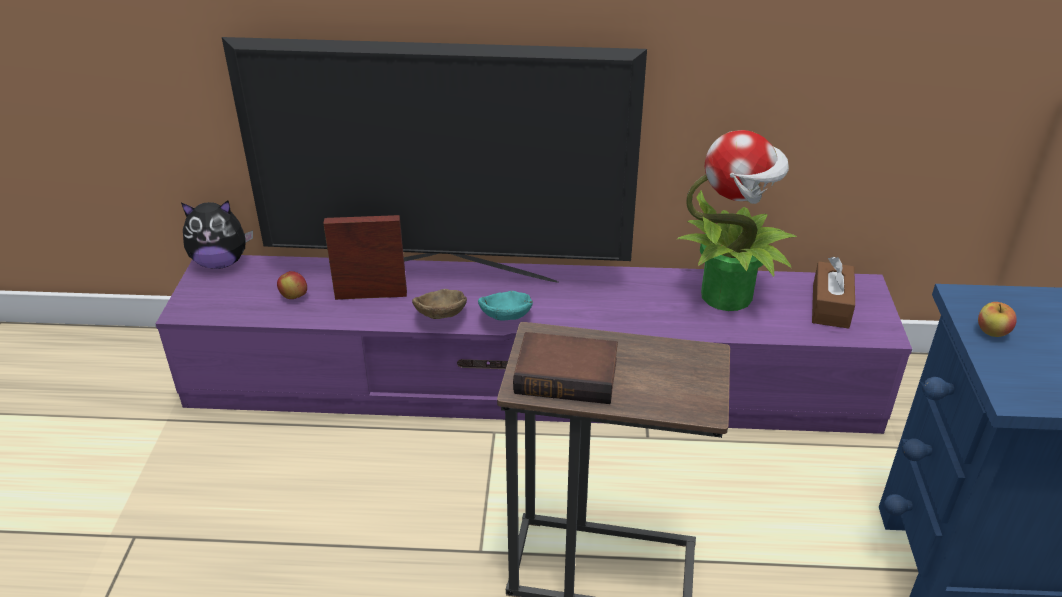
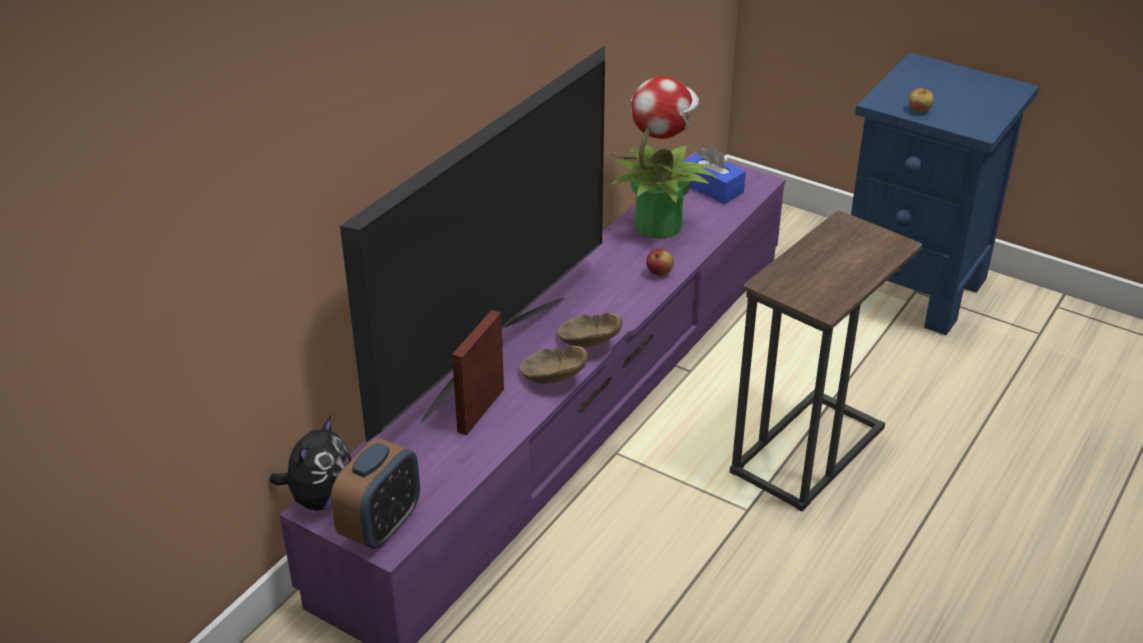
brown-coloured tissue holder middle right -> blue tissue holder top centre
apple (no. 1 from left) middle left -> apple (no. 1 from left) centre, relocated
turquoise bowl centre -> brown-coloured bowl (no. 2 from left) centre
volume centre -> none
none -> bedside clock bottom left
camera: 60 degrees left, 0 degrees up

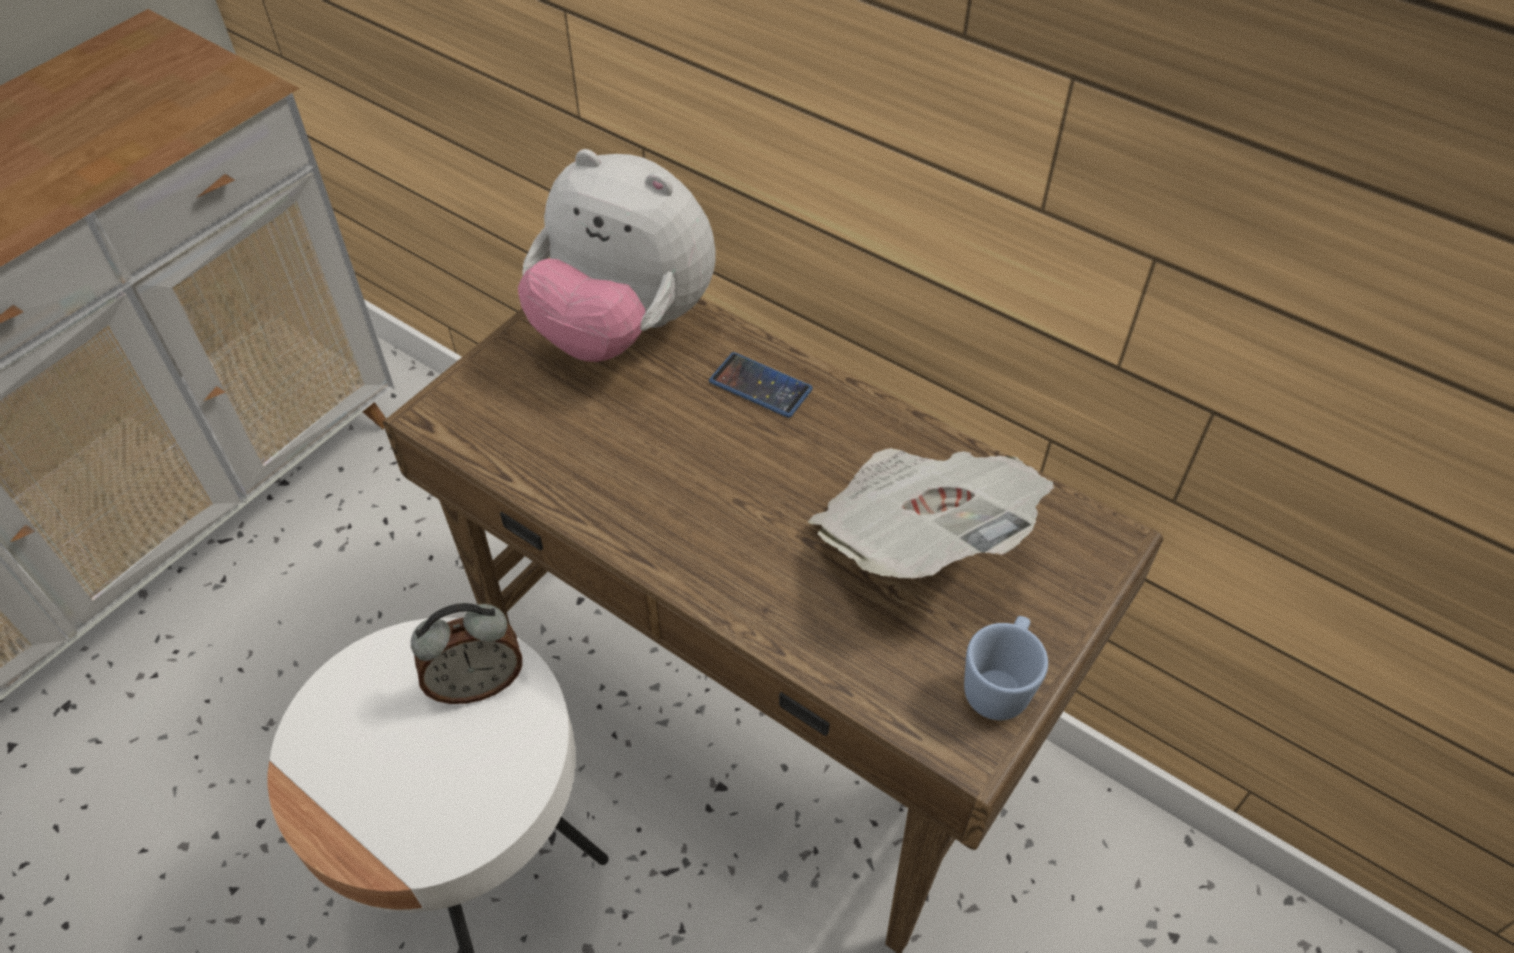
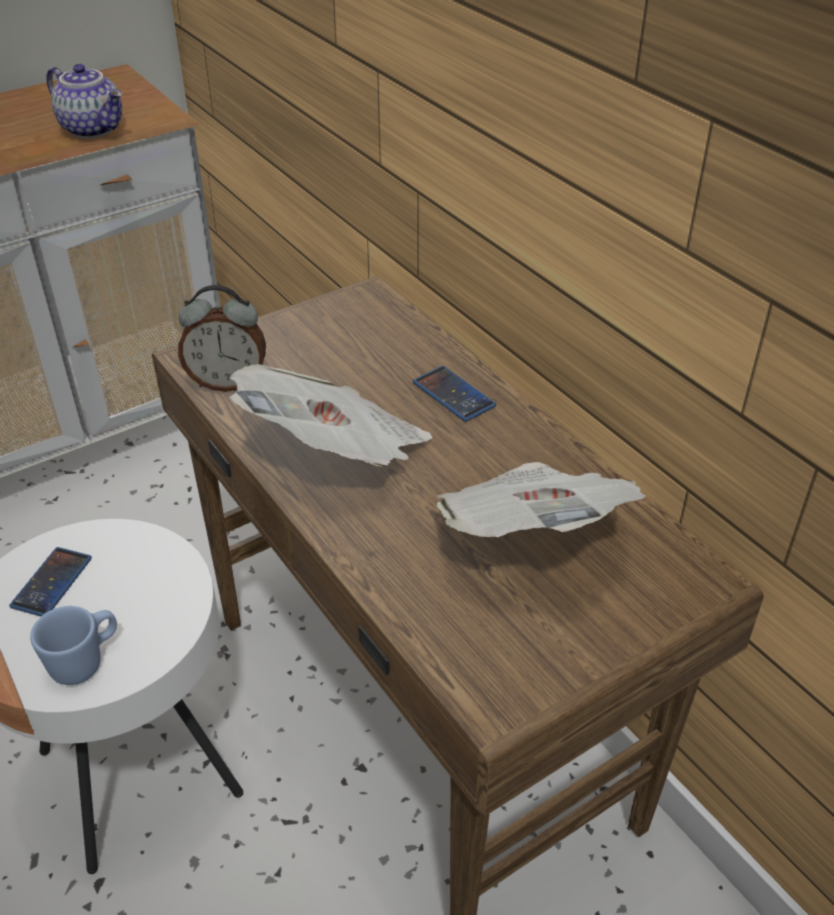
soft toy top centre -> none
bedside clock bottom left -> bedside clock middle left, relocated
blue tea mug bottom centre -> blue tea mug bottom left, relocated
none -> pot for tea top left
none -> newspaper (no. 1 from left) centre
none -> handset (no. 1 from left) middle left
camera: 20 degrees right, 10 degrees down

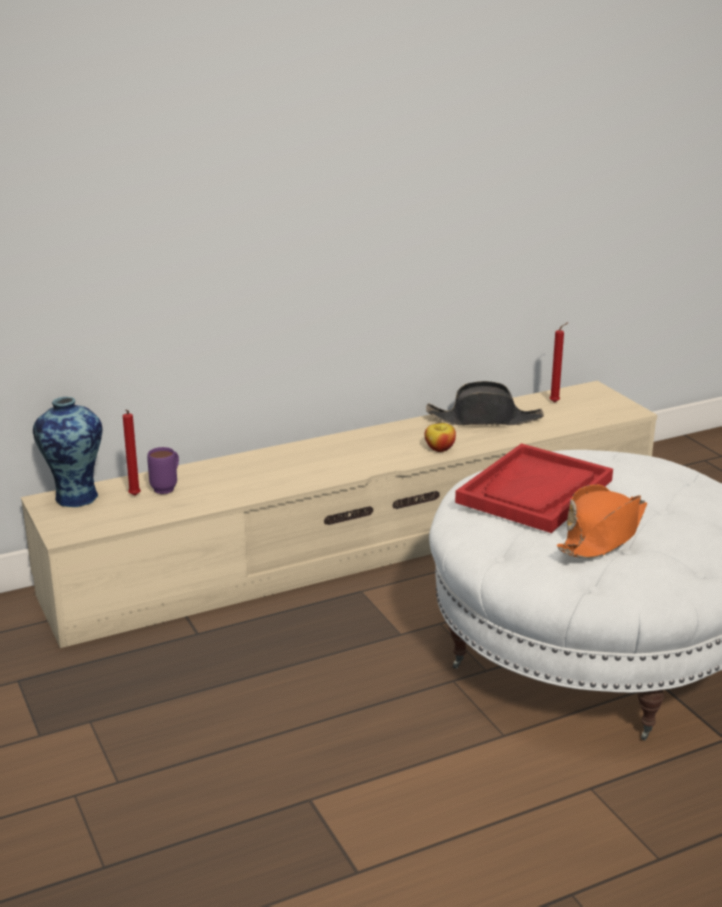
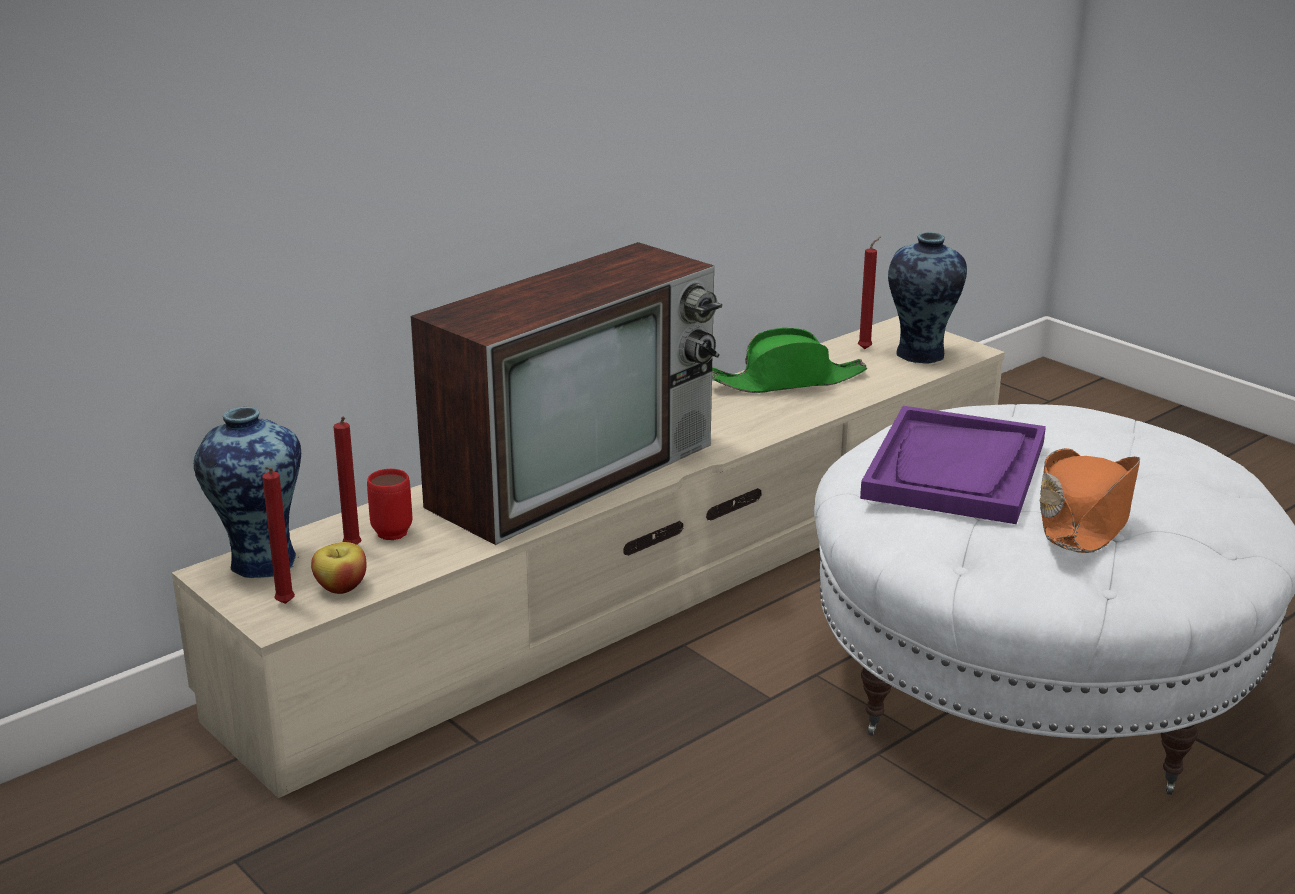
blackish hat middle right -> greenish hat centre
apple centre -> apple middle left, relocated
red carrying tray middle right -> purplish carrying tray middle right
purplish tea mug middle left -> red tea mug middle left
none -> vase (no. 2 from left) middle right
none -> television centre
none -> red candle (no. 1 from left) middle left
camera: 15 degrees left, 0 degrees up

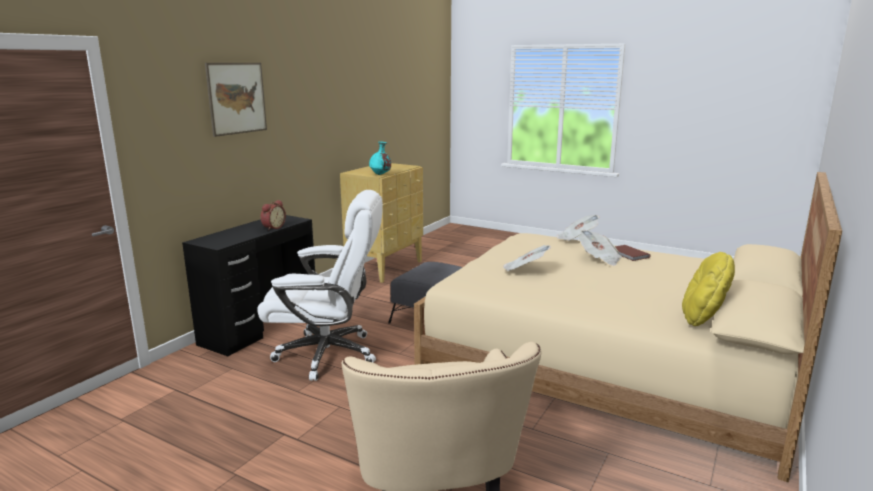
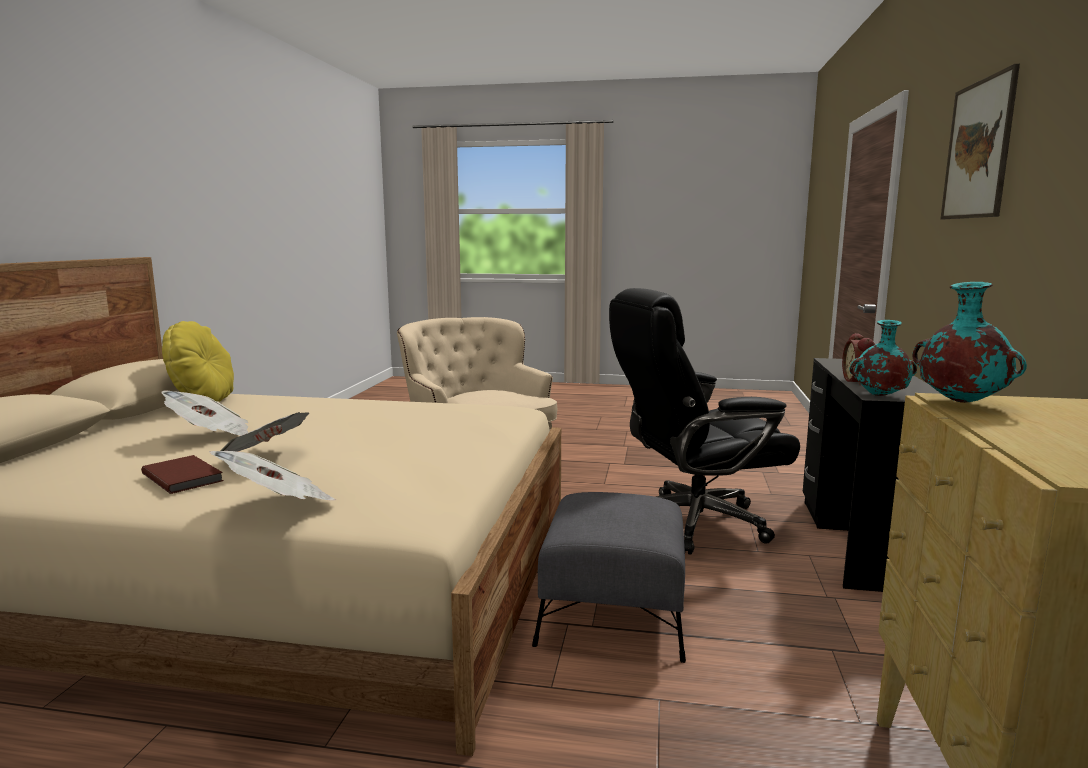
white office chair centre -> blackish office chair centre
newspaper (no. 1 from left) centre -> newspaper (no. 1 from left) middle left, relocated
none -> turquoise vase (no. 1 from left) middle right
camera: 160 degrees right, 5 degrees down

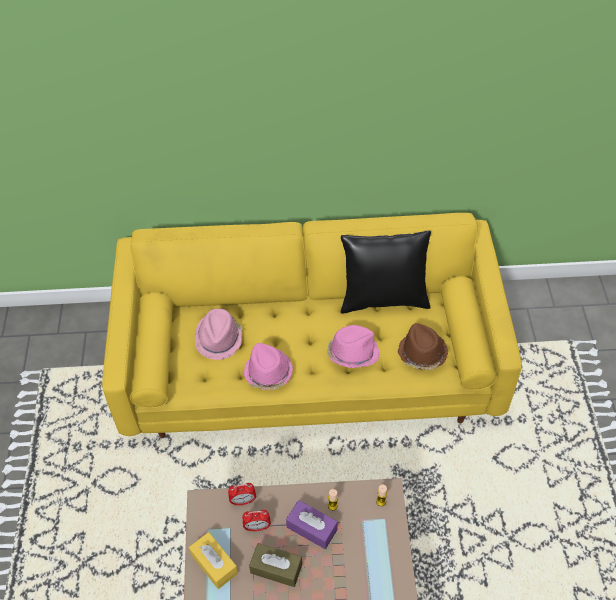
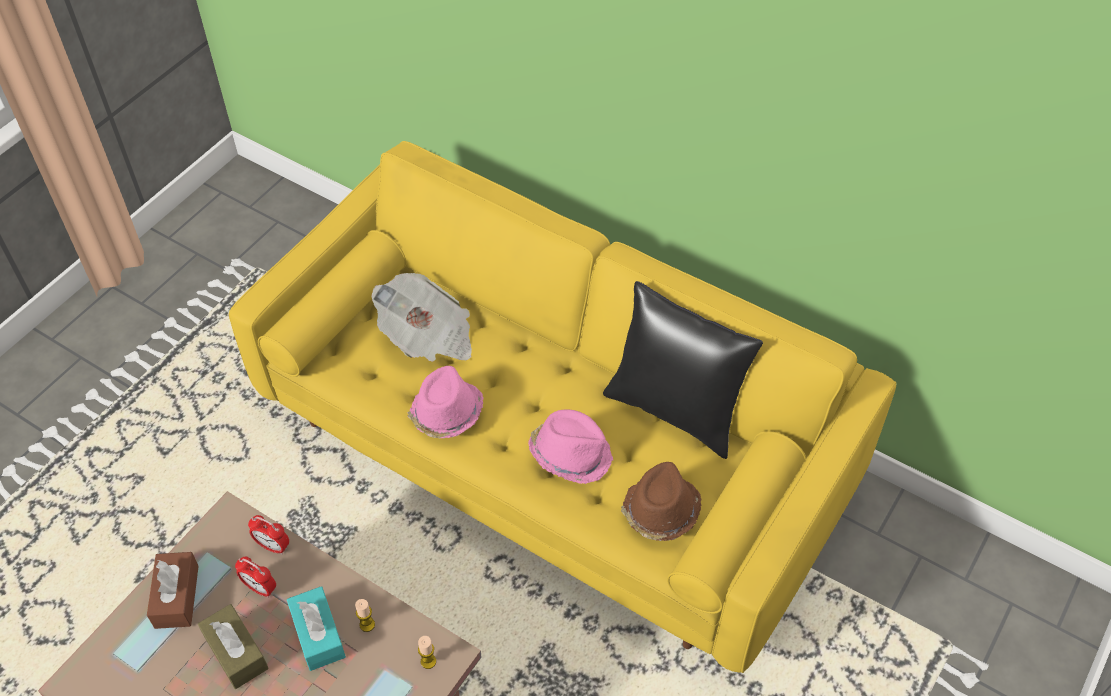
pink hat (no. 1 from left) centre -> newspaper centre
purplish tissue holder bottom centre -> turquoise tissue holder bottom left
yellow-coloured tissue holder bottom centre -> brown-coloured tissue holder (no. 1 from left) bottom left
camera: 35 degrees right, 0 degrees up

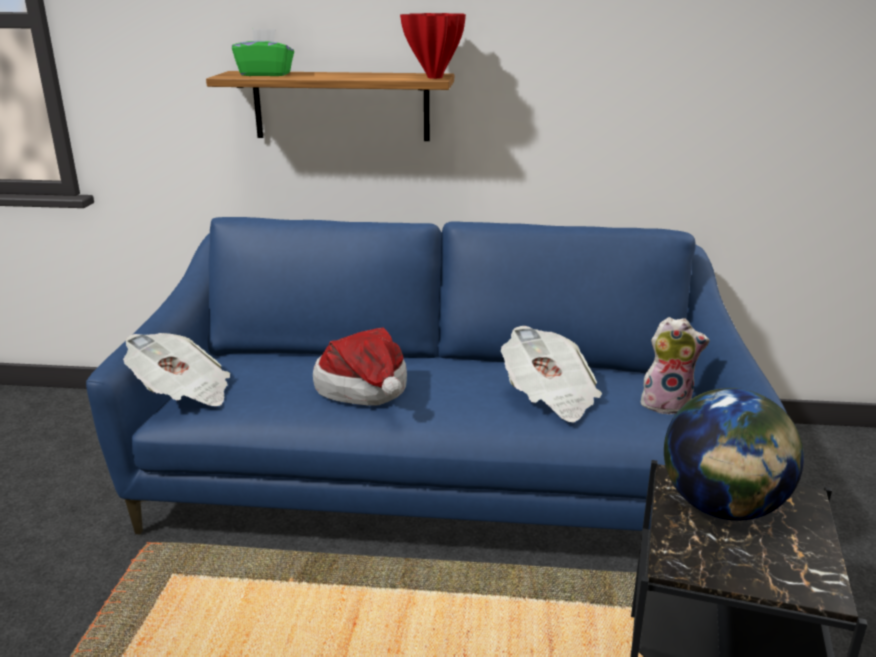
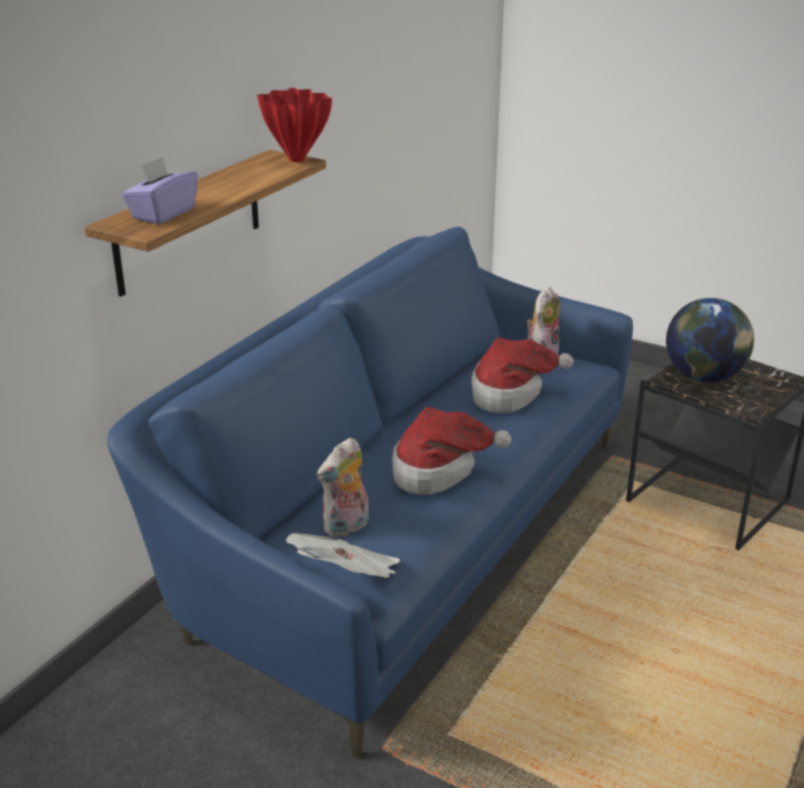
greenish tissue holder top left -> purplish tissue holder top left
newspaper (no. 2 from left) centre -> hat (no. 2 from left) centre
none -> soft toy (no. 1 from left) centre
camera: 65 degrees left, 5 degrees up

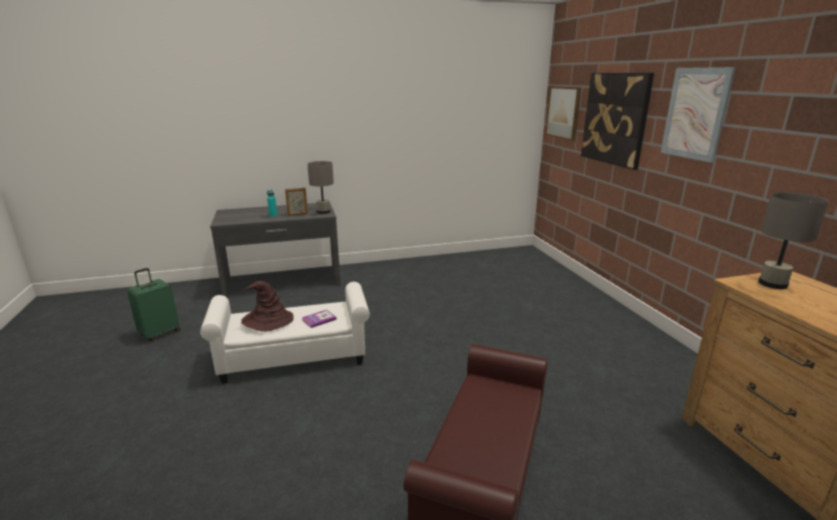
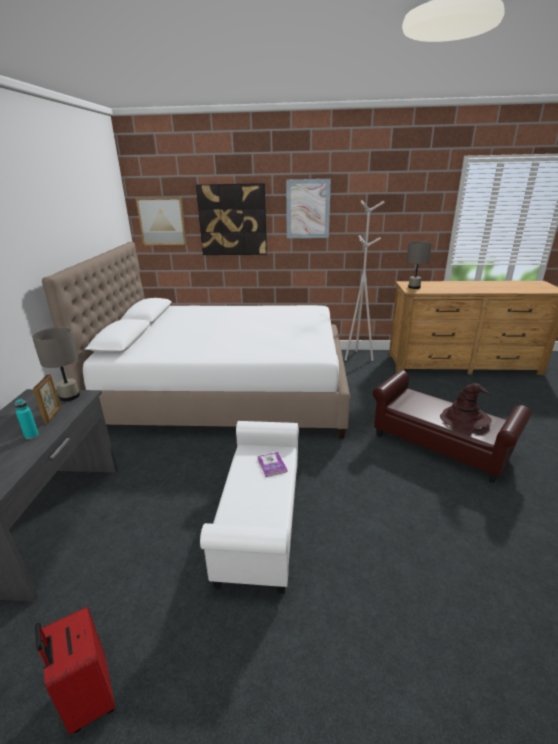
greenish travel case middle left -> red travel case bottom left
brown-coloured hat middle left -> brown-coloured hat middle right, relocated
none -> grey garment rack centre
none -> white bed centre
camera: 70 degrees left, 5 degrees up

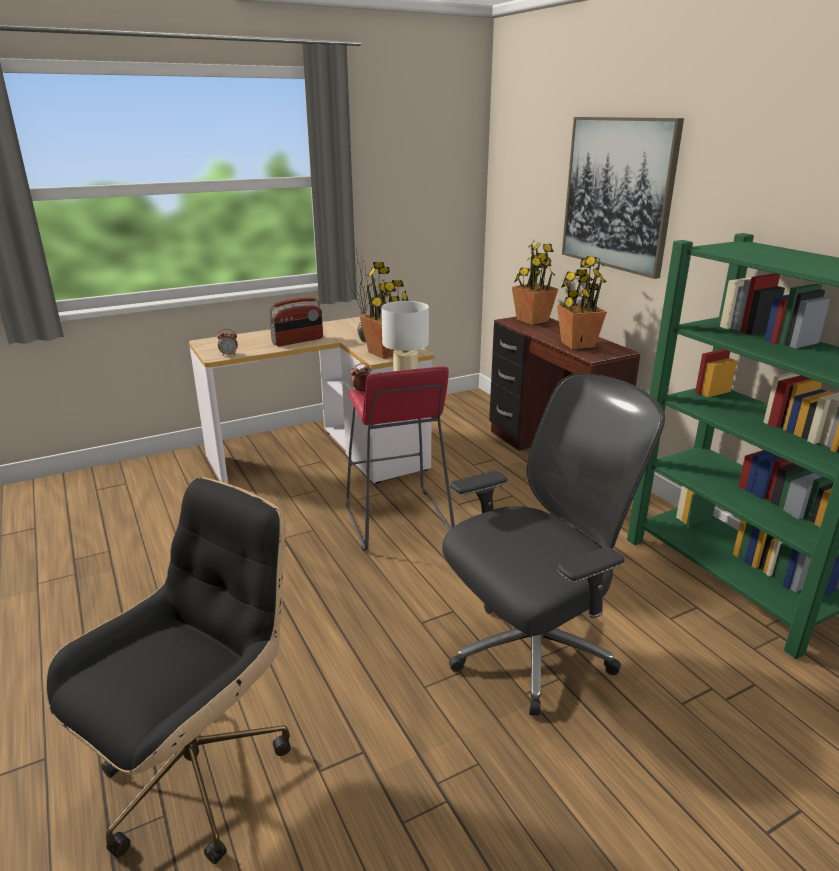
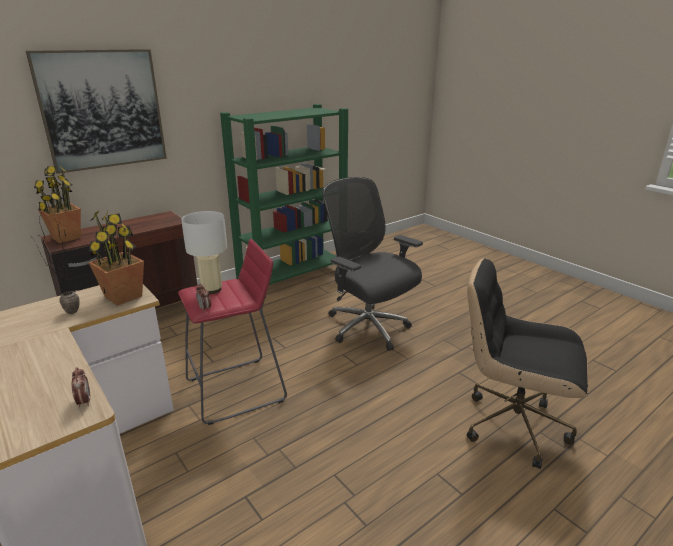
houseplant (no. 4 from left) middle right -> none
radio set centre -> none
camera: 100 degrees left, 0 degrees up

